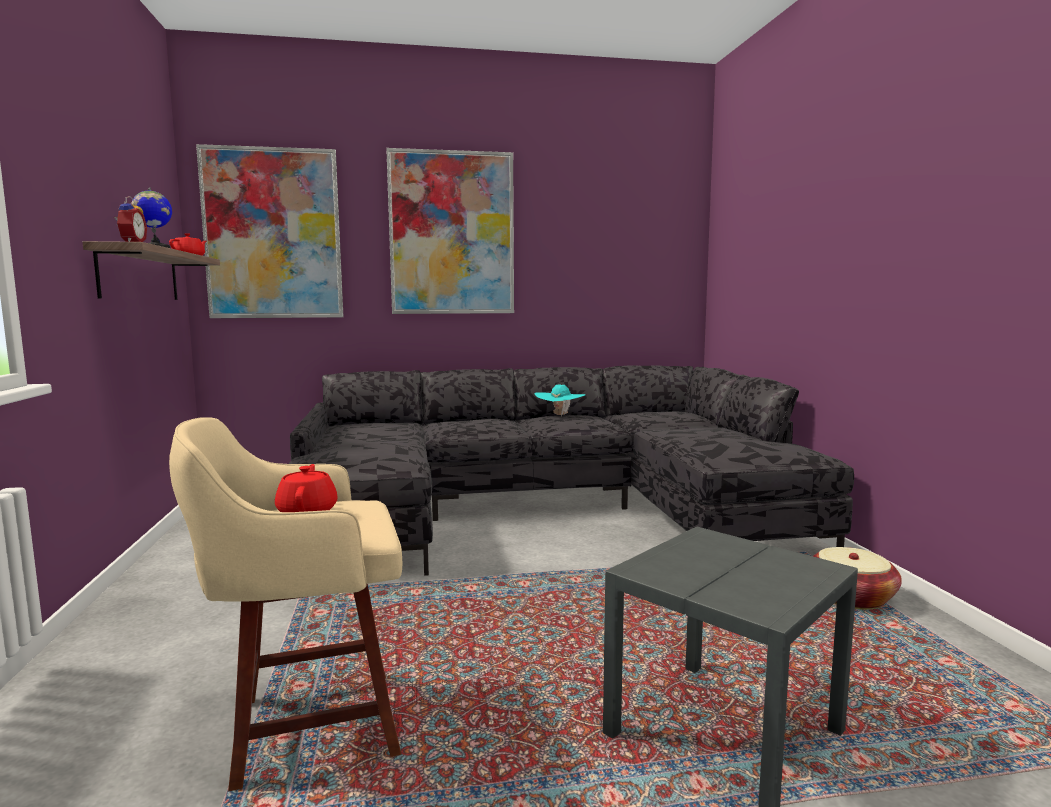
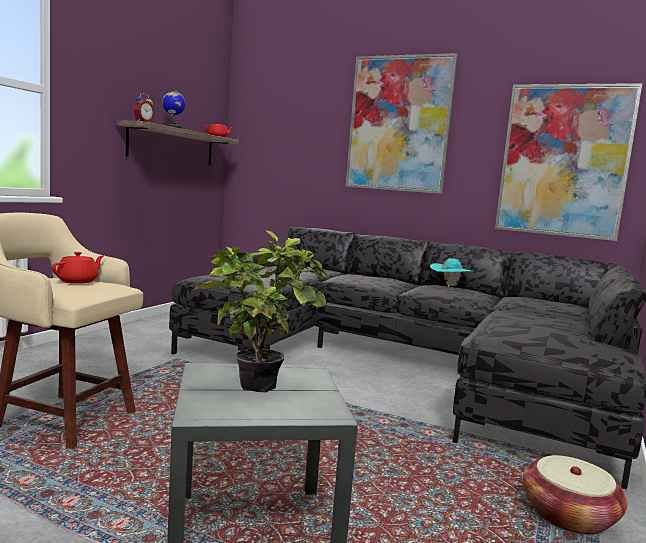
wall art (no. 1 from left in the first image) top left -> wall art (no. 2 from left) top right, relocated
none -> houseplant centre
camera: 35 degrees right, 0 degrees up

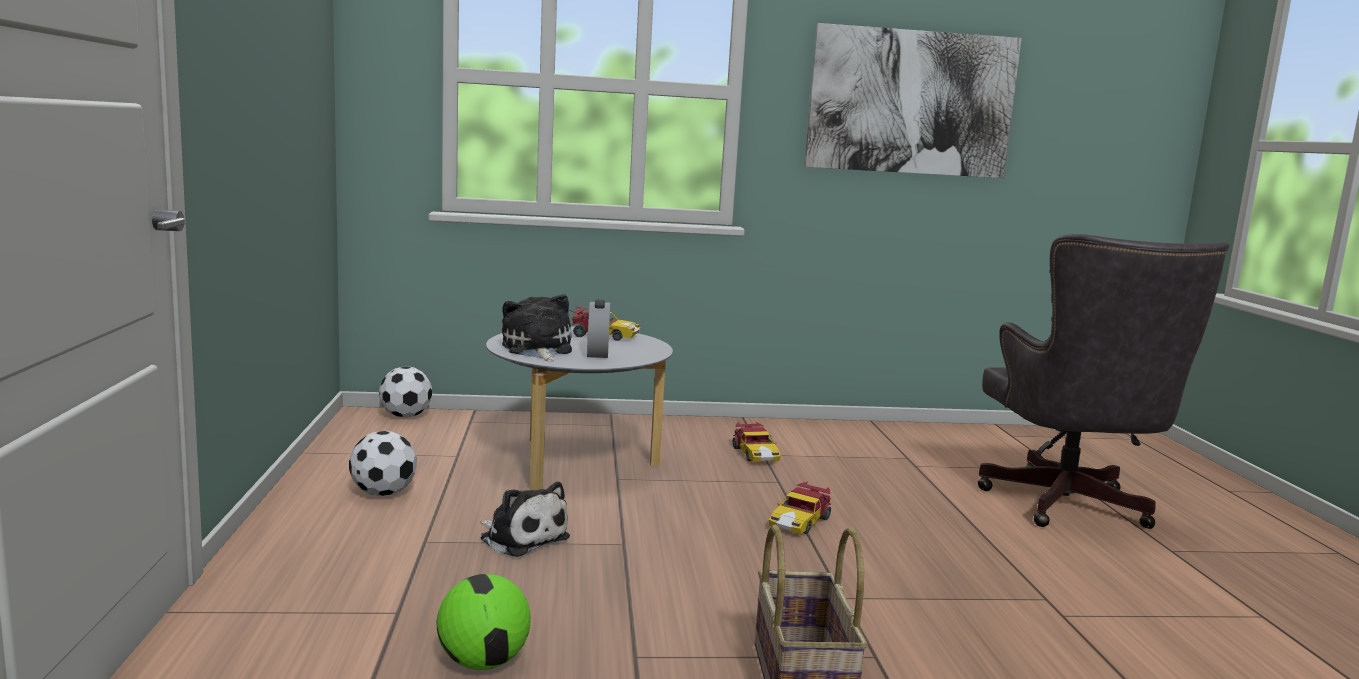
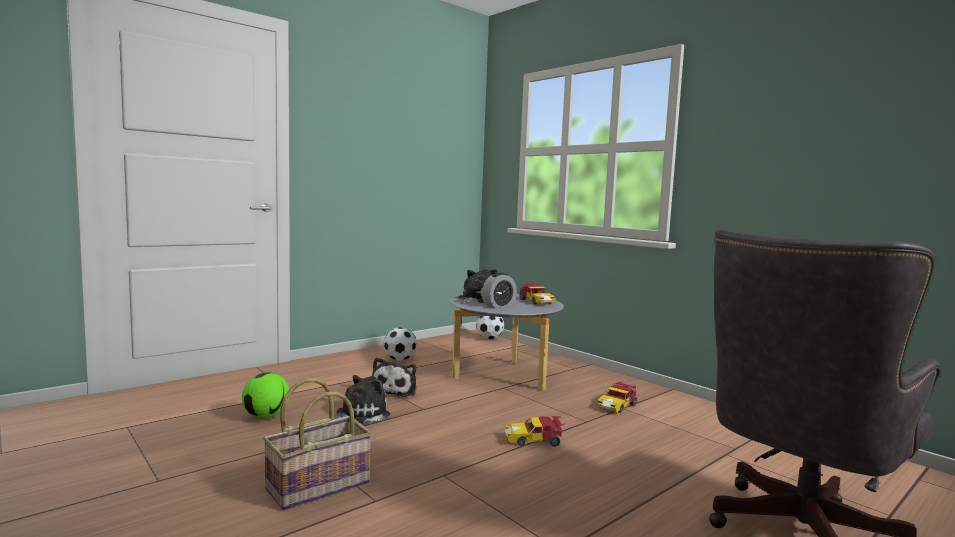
wall art top right -> none
none -> soft toy (no. 1 from left) bottom centre
camera: 55 degrees right, 5 degrees down

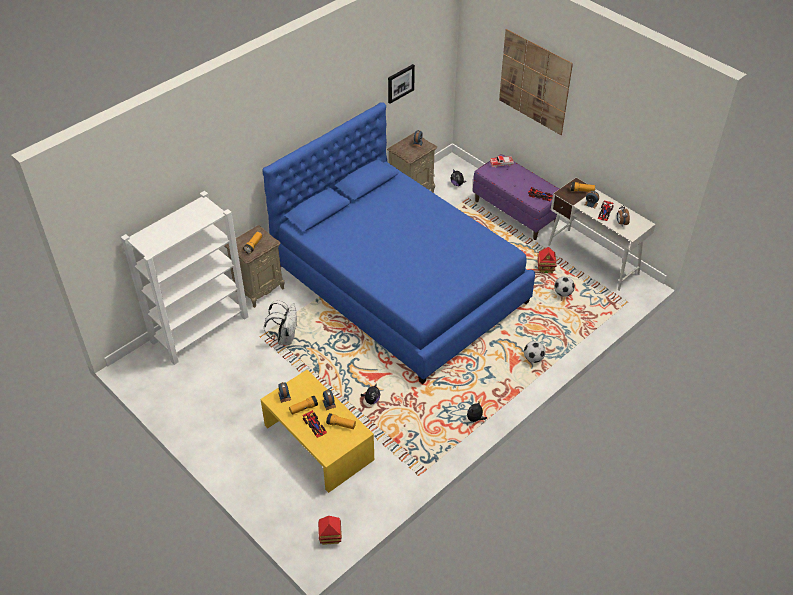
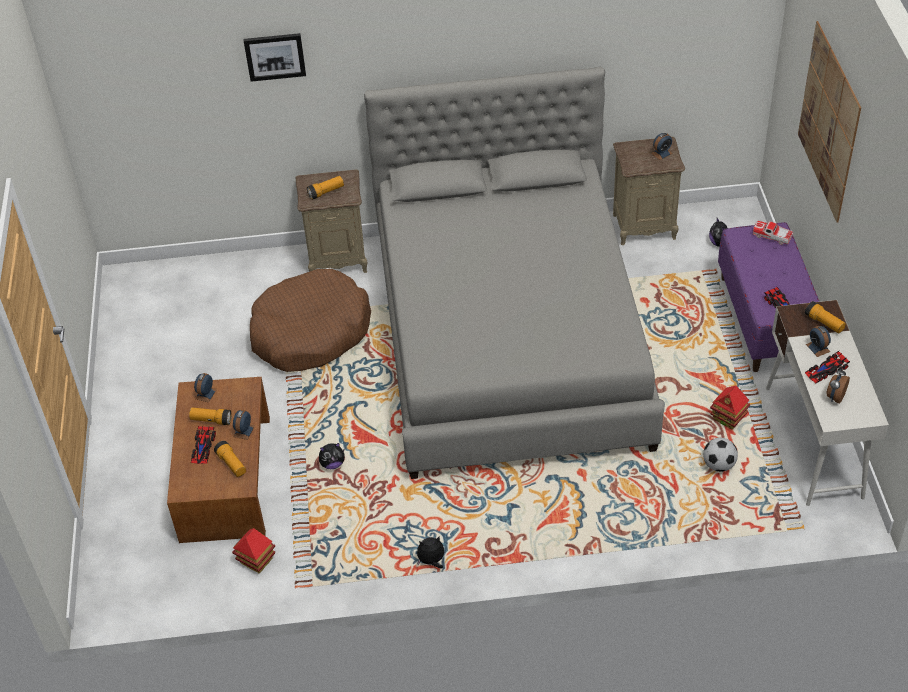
wall art (no. 1 from left) top centre -> wall art (no. 1 from left) top left, relocated
blue bed centre -> grey bed centre
white bookcase middle left -> none
white backpack centre -> brown-coloured pet bed centre
football (no. 1 from left) middle right -> none
yellow-coloured lounge table bottom centre -> brown-coloured lounge table middle left
miniature house (no. 1 from left) bottom centre -> miniature house (no. 1 from left) bottom left, relocated
camera: 40 degrees right, 0 degrees up

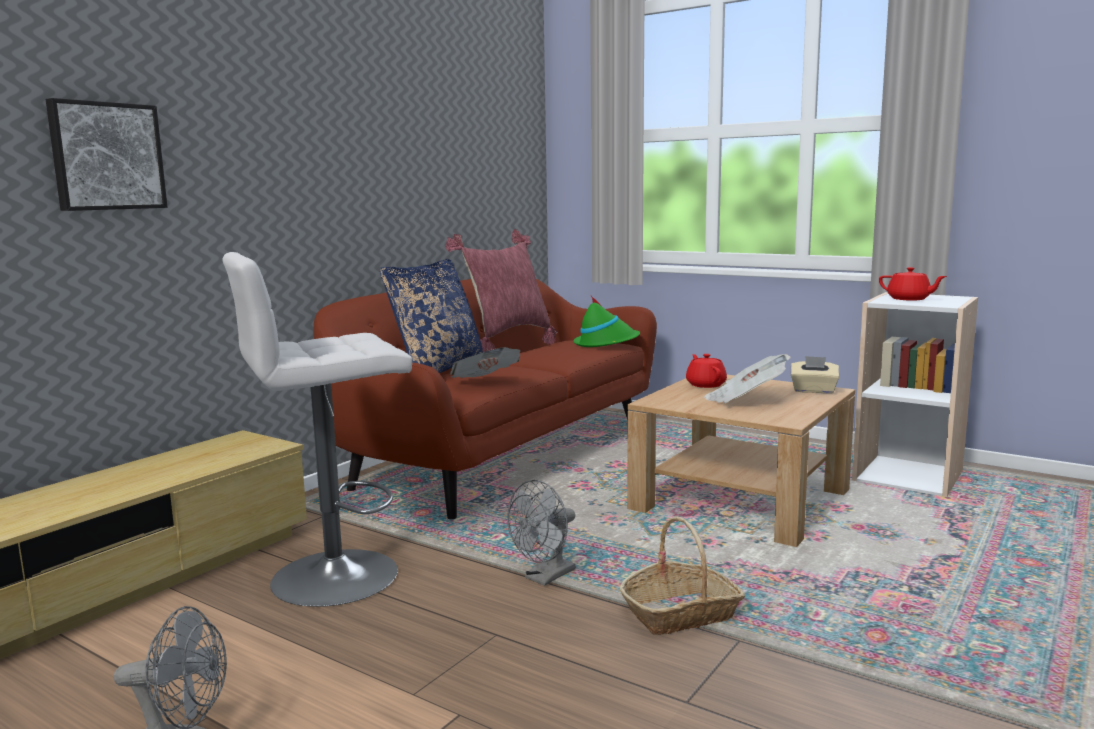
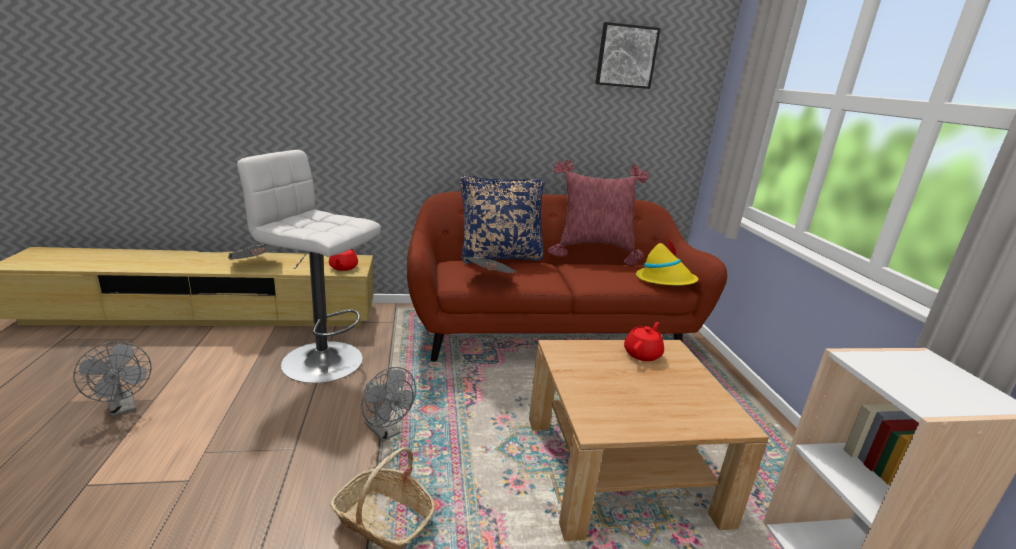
wall art top left -> wall art top centre, relocated
red pot for tea (no. 2 from left in the first image) middle right -> red pot for tea (no. 1 from left) centre, relocated
greenish hat centre -> yellow-coloured hat centre
newspaper (no. 2 from left in the first image) middle right -> newspaper (no. 1 from left) middle left, relocated
beige tissue holder middle right -> none
grey cooling fan (no. 2 from left) bottom centre, 135 degrees counterclockwise
camera: 45 degrees right, 10 degrees up

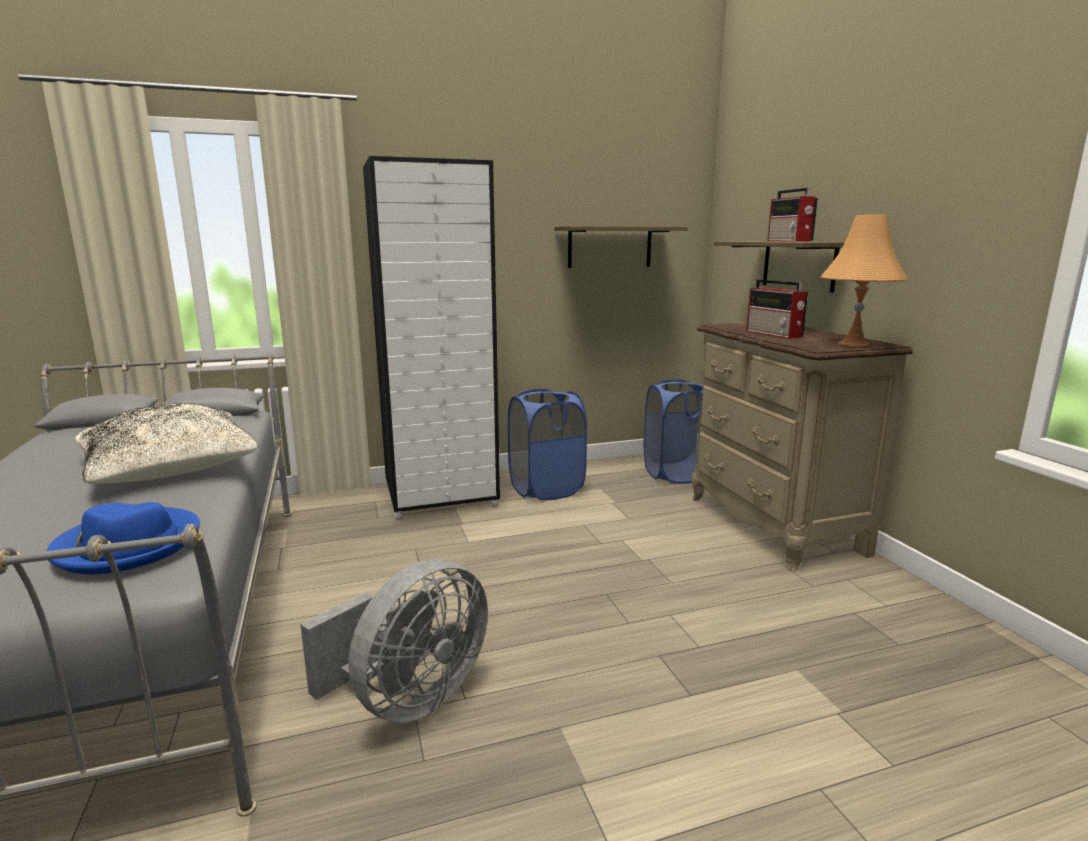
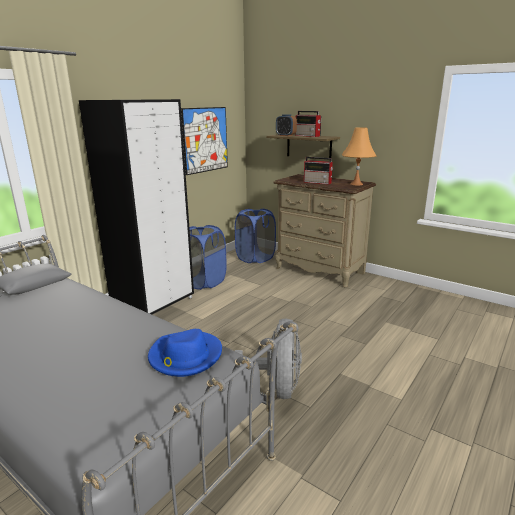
bracket shelf (no. 1 from left) top centre -> wall art top centre
beige cushion middle left -> none
none -> bedside clock top centre
camera: 35 degrees left, 5 degrees up

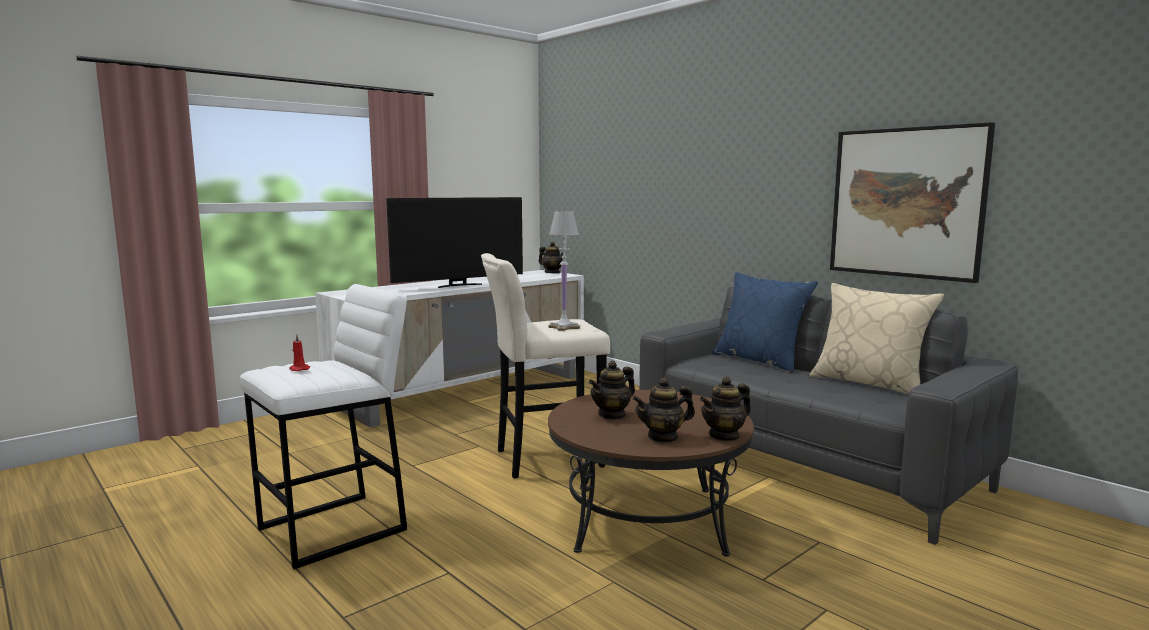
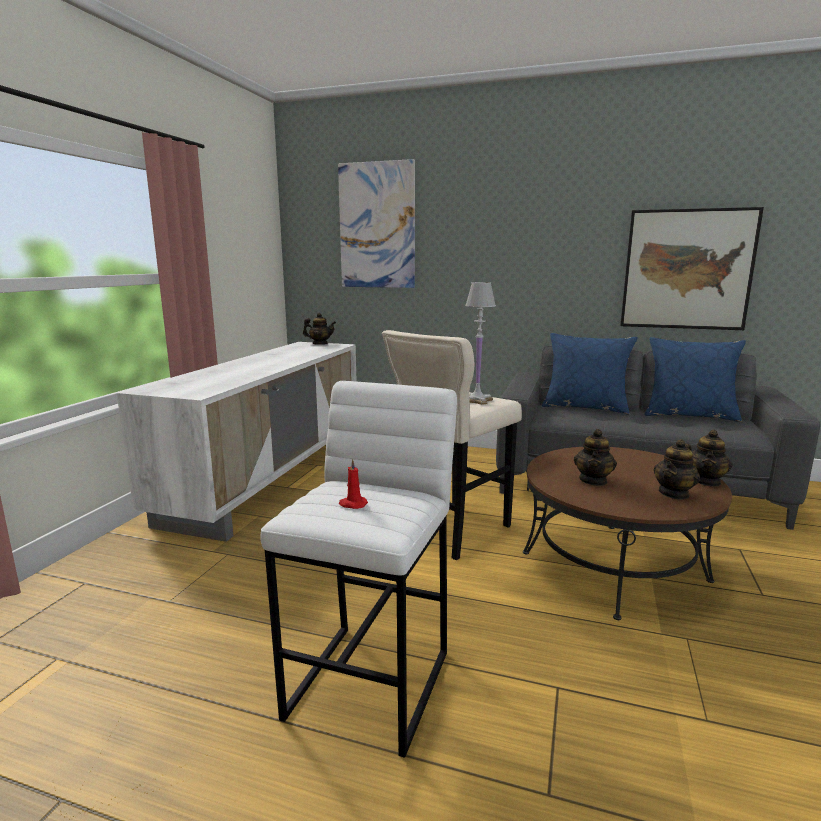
television centre -> none
beige cushion middle right -> blue cushion (no. 2 from left) middle right
none -> wall art (no. 1 from left) top centre
camera: 30 degrees left, 5 degrees up

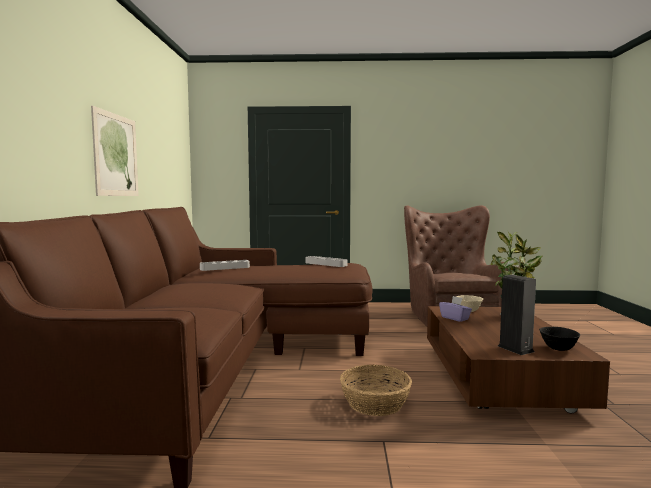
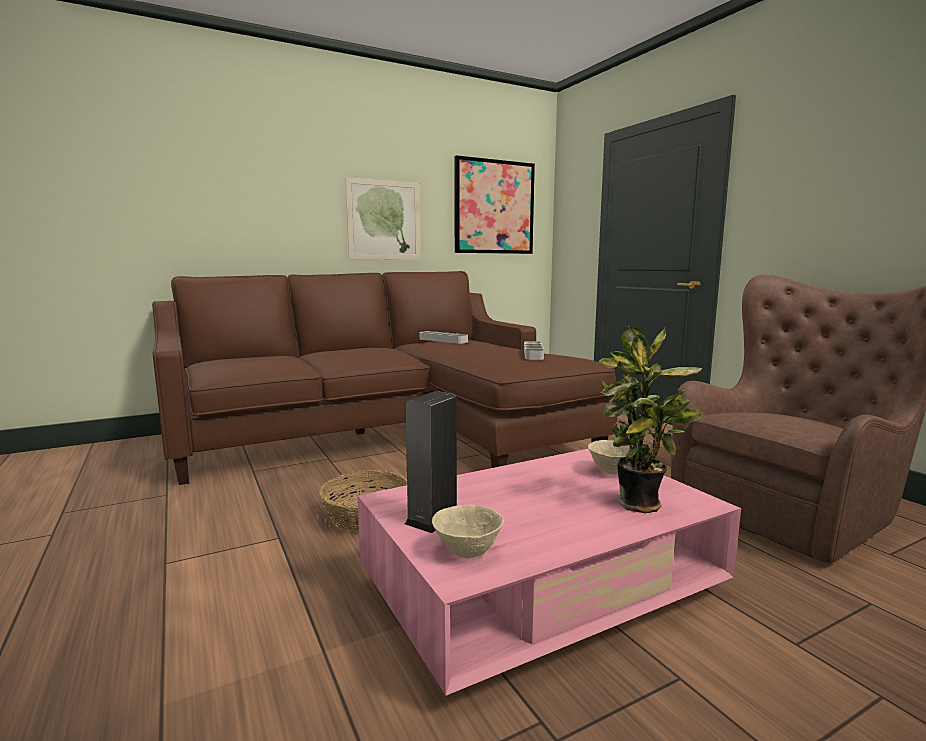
purplish tissue holder middle right -> none
brown-coloured lounge table bottom right -> pink lounge table bottom centre
blackish bowl bottom right -> beige bowl (no. 1 from left) bottom centre
none -> wall art (no. 2 from left) top centre
camera: 60 degrees right, 5 degrees up

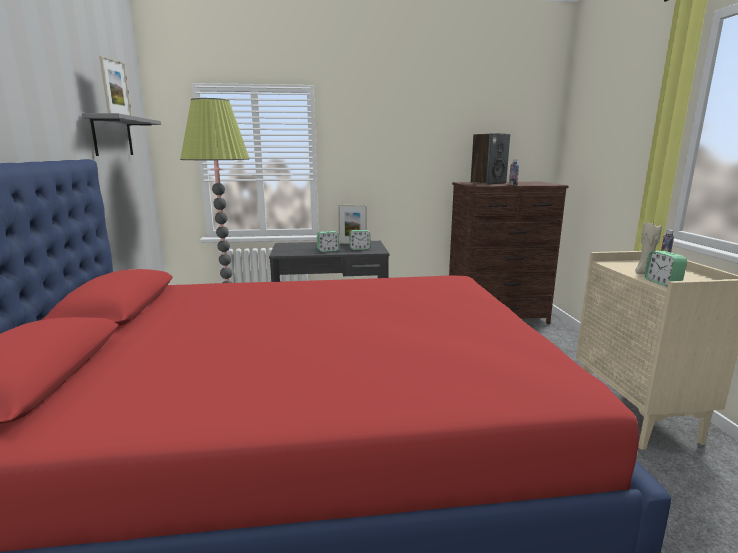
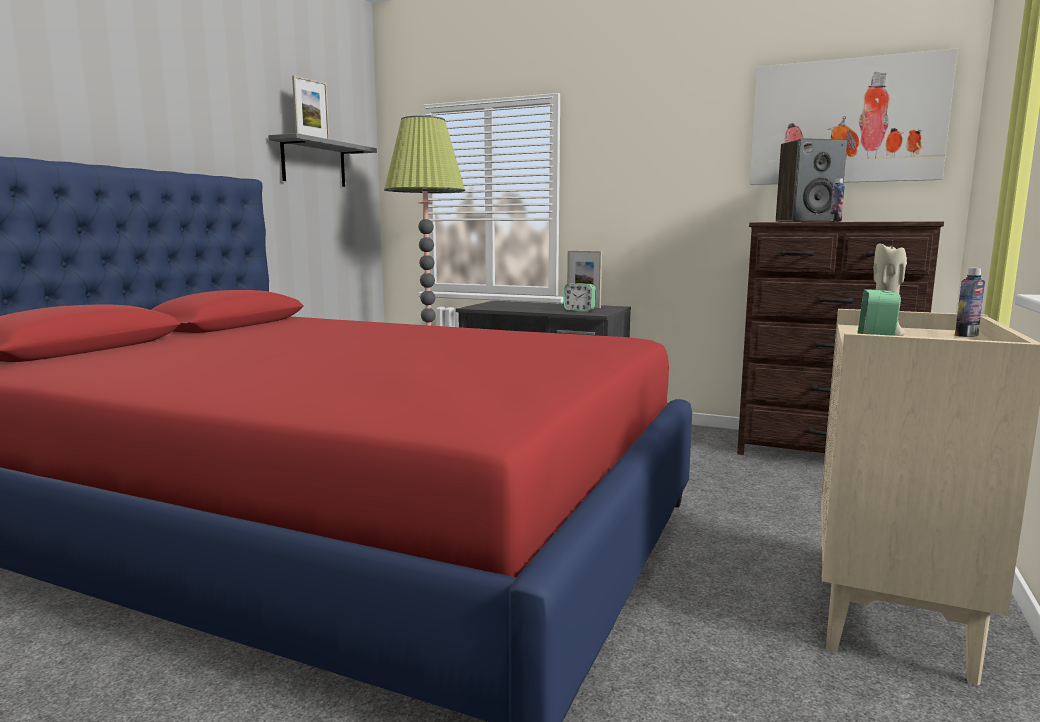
bedside clock (no. 1 from left) centre -> none
none -> wall art top right
camera: 30 degrees right, 5 degrees down

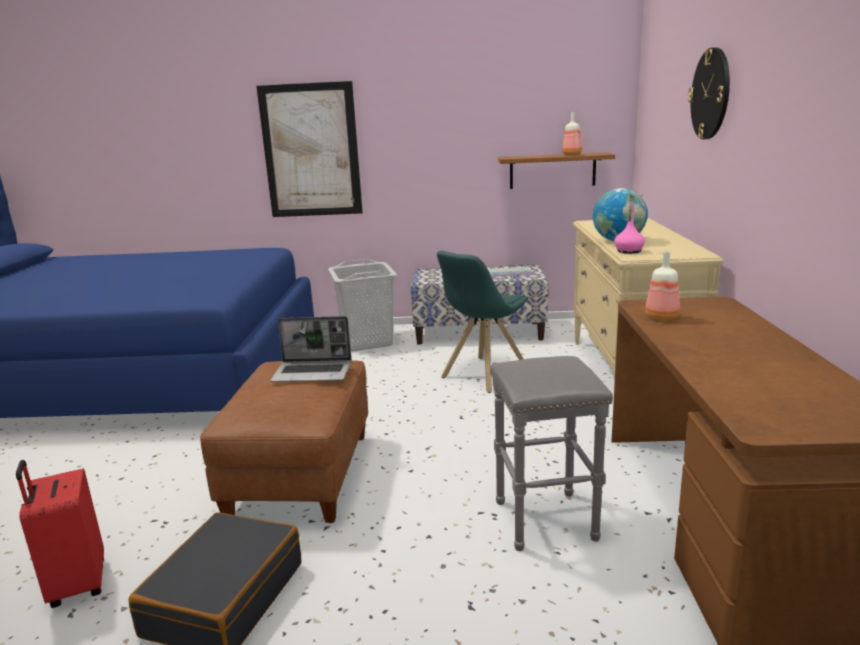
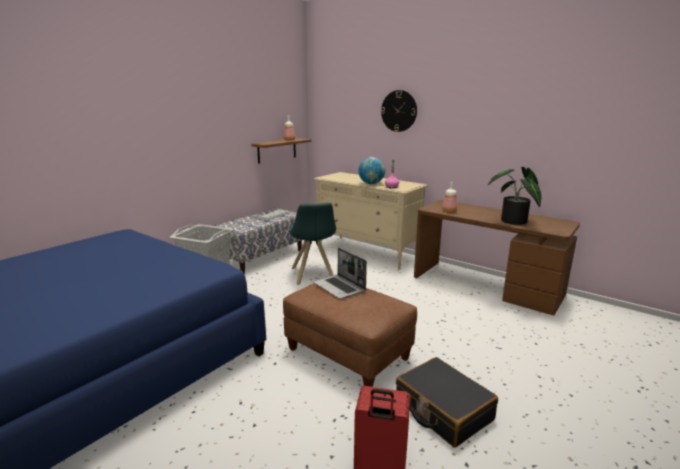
wall art top centre -> none
notebook computer centre, 105 degrees clockwise
grey stool bottom centre -> none
none -> houseplant middle right
camera: 55 degrees left, 0 degrees up

